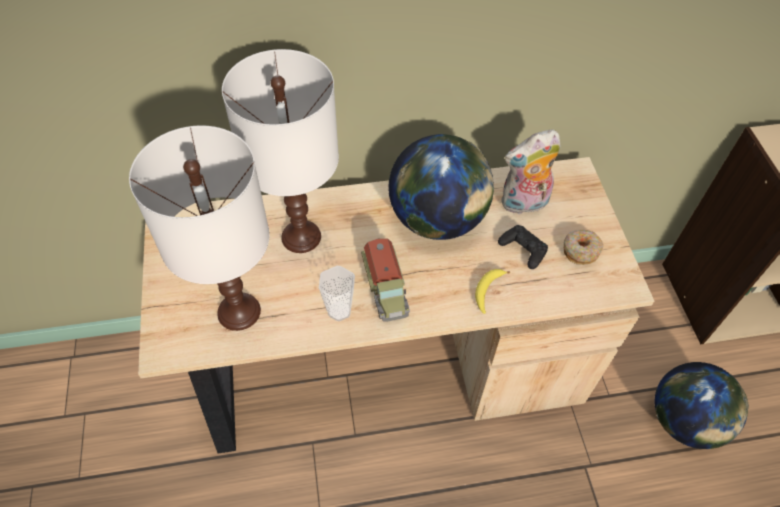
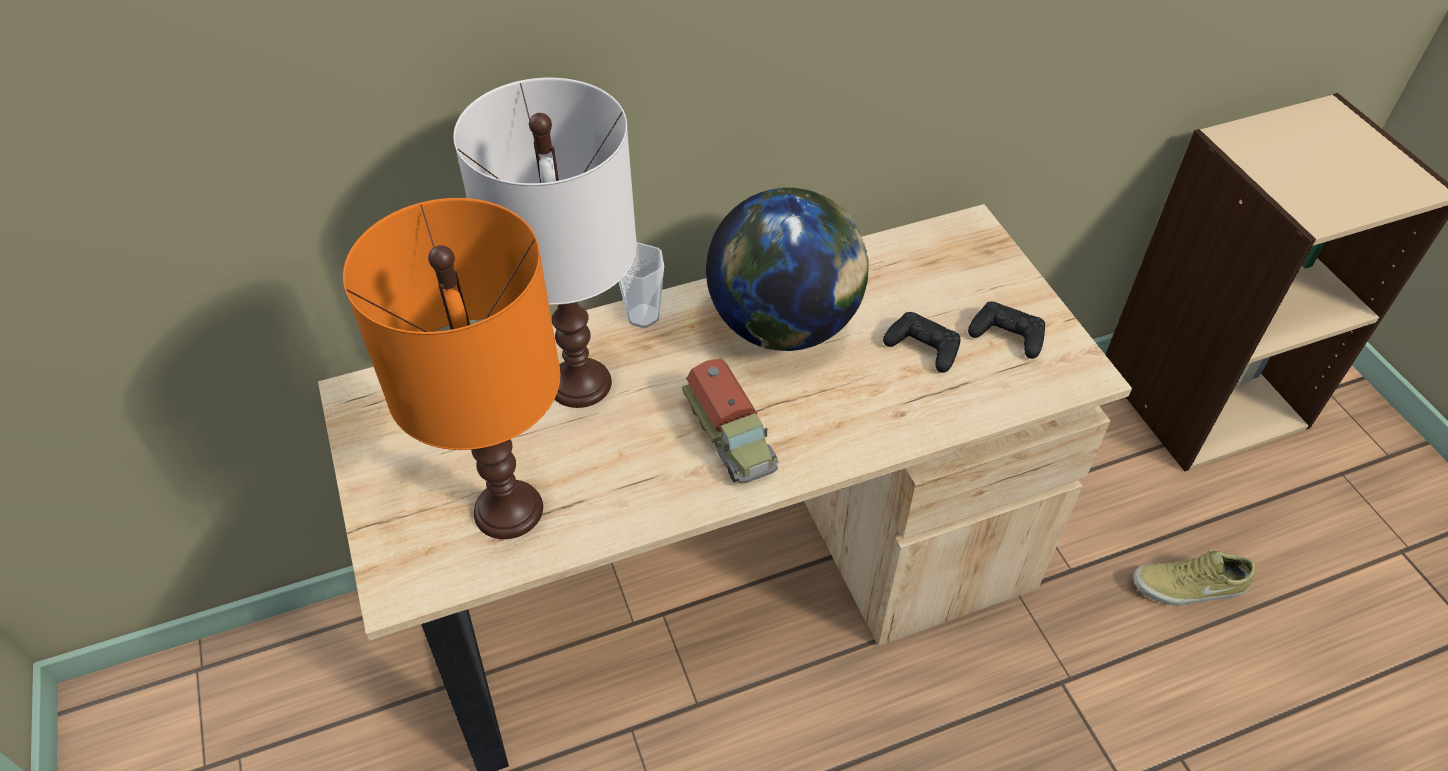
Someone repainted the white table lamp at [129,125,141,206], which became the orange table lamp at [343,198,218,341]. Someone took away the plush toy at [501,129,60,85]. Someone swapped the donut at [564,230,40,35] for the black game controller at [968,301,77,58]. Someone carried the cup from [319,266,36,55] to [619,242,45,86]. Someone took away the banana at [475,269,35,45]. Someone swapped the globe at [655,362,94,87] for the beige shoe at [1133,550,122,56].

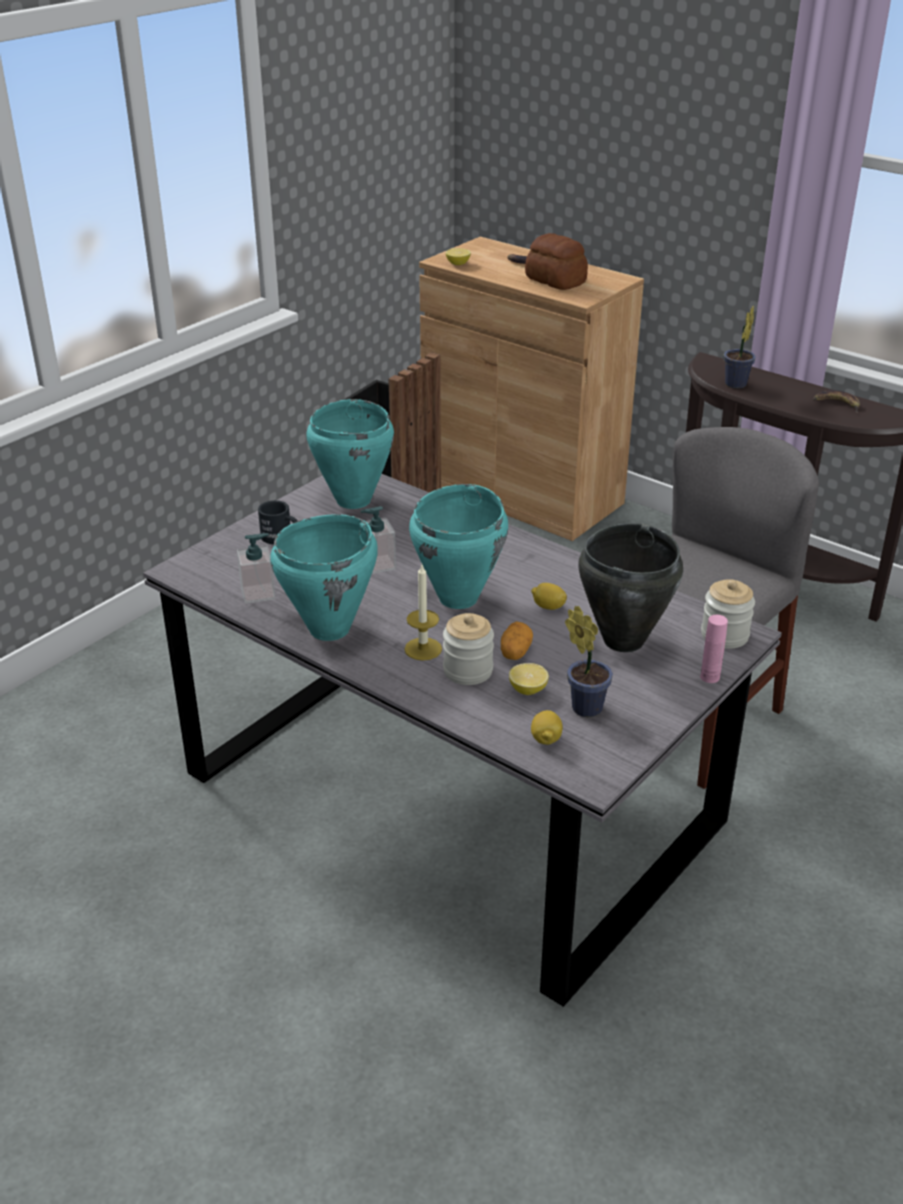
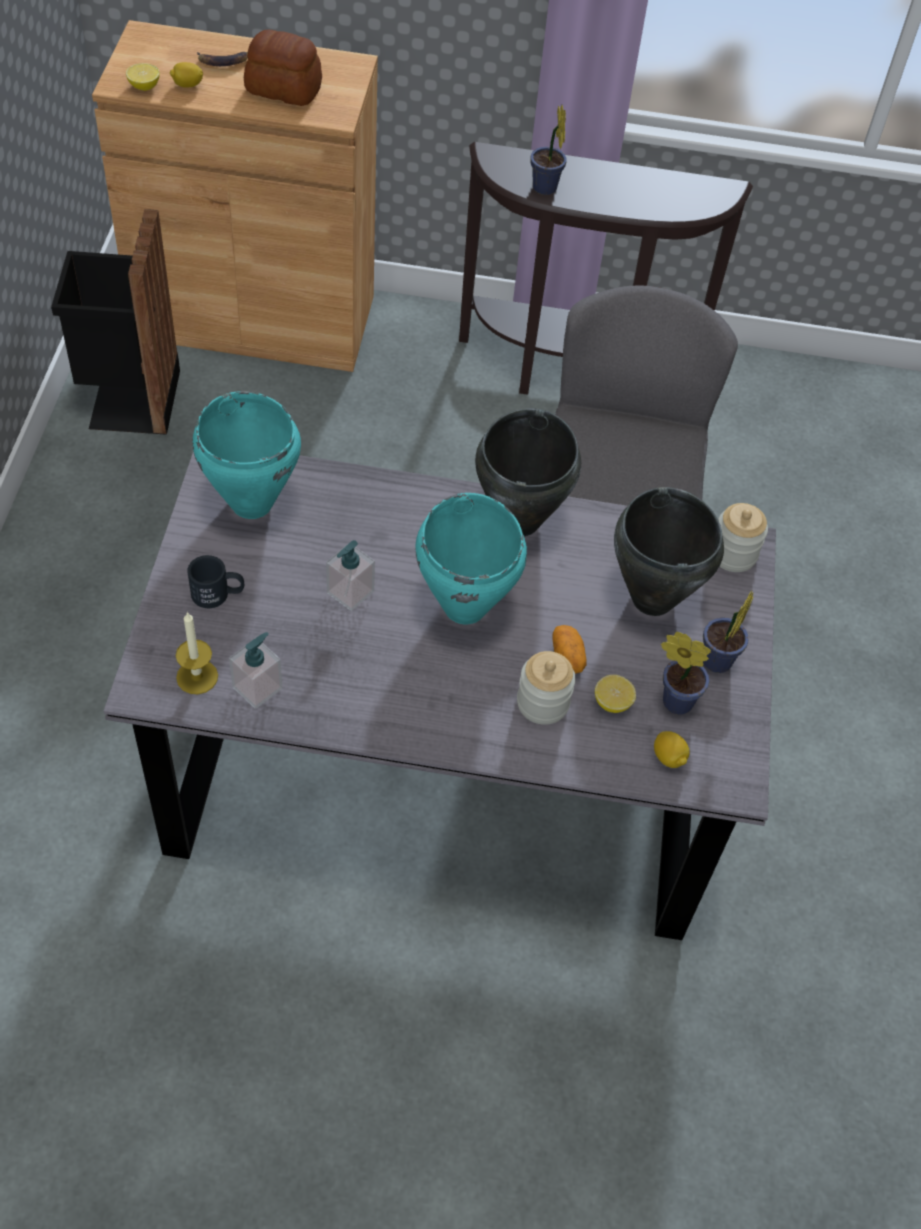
Someone took away the banana at [813,390,47,23]. Someone took away the turquoise cooking pot at [270,514,108,127]. Someone carried the candle from [404,565,38,96] to [176,612,42,82]. Someone carried the lemon from [531,583,36,27] to [170,62,33,26]. Someone took away the pink bottle at [700,615,28,68]. Someone put down the black cooking pot at [475,408,106,128]. Someone put down the potted plant at [703,591,50,82].

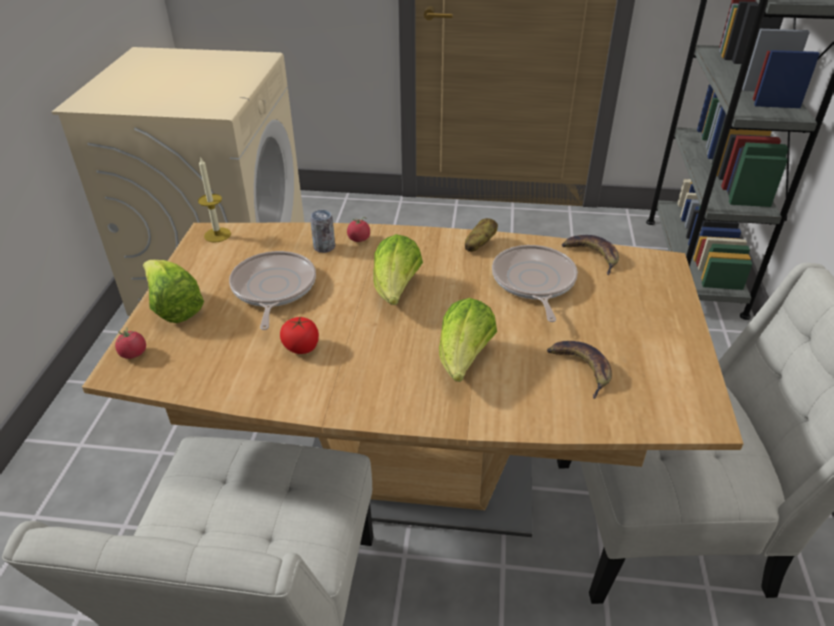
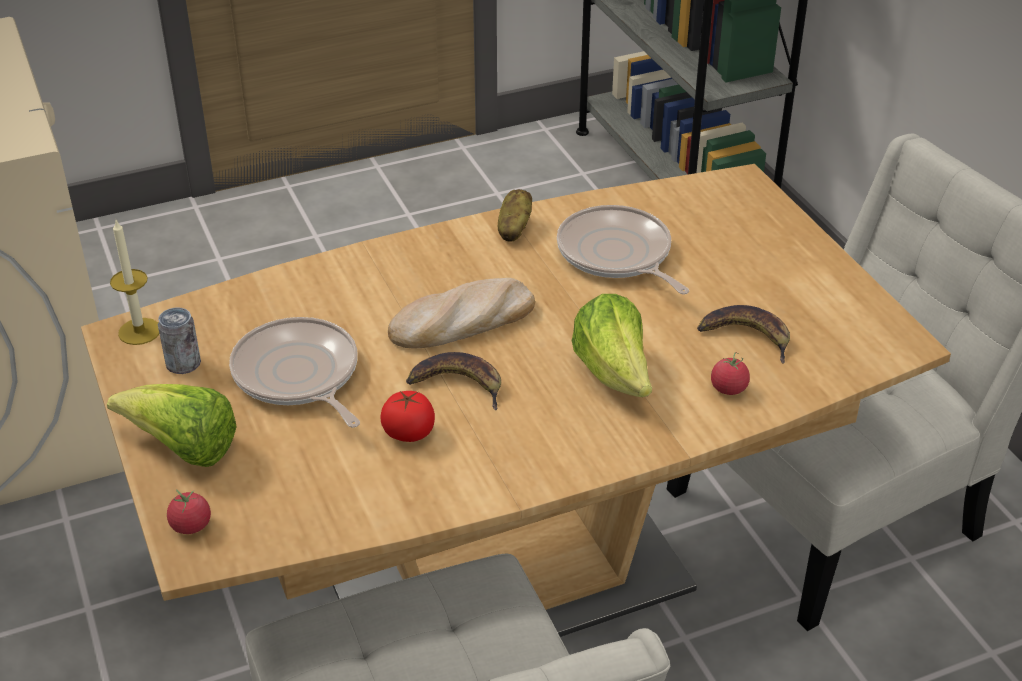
Someone carried the can from [310,210,25,43] to [158,307,43,67]. Someone carried the tomato from [347,217,23,25] to [711,352,39,43]. Someone swapped the lettuce at [373,234,50,71] for the bread at [388,278,147,71]. Someone carried the banana from [562,235,57,40] to [406,352,95,58].

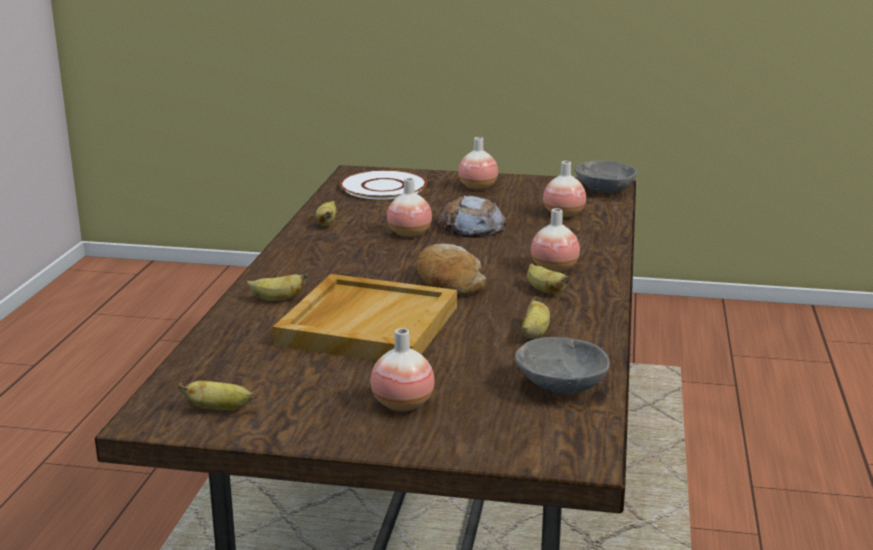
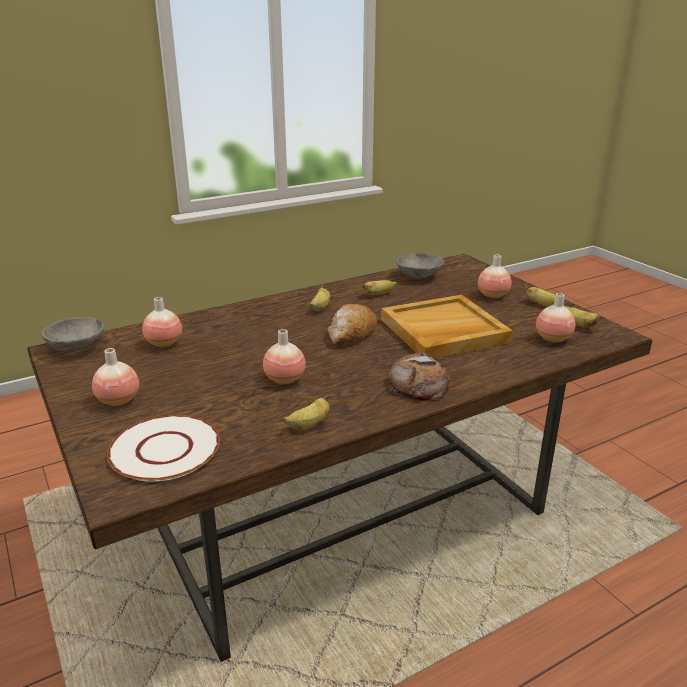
Someone carried the bread from [437,195,69,43] to [389,353,61,47]. Someone carried the vase from [531,208,49,65] to [536,293,40,50]. Someone carried the banana from [246,273,62,28] to [525,285,31,22].

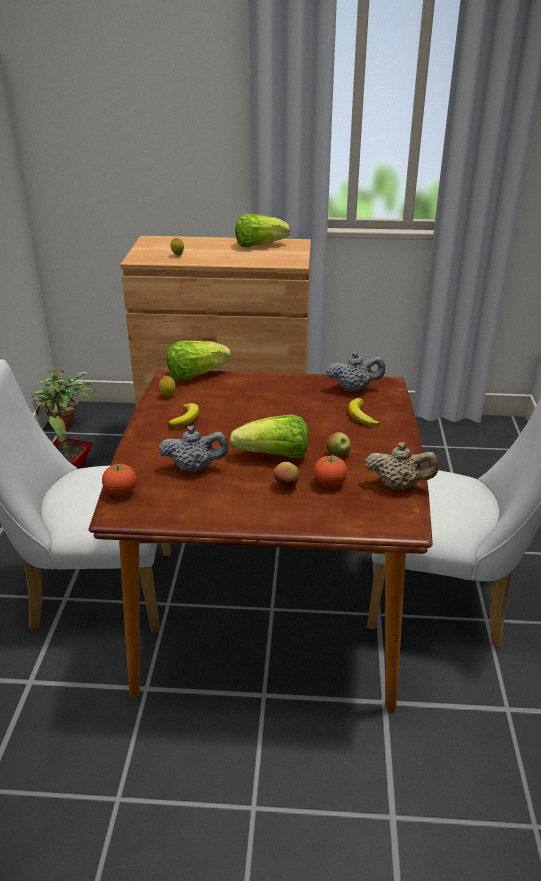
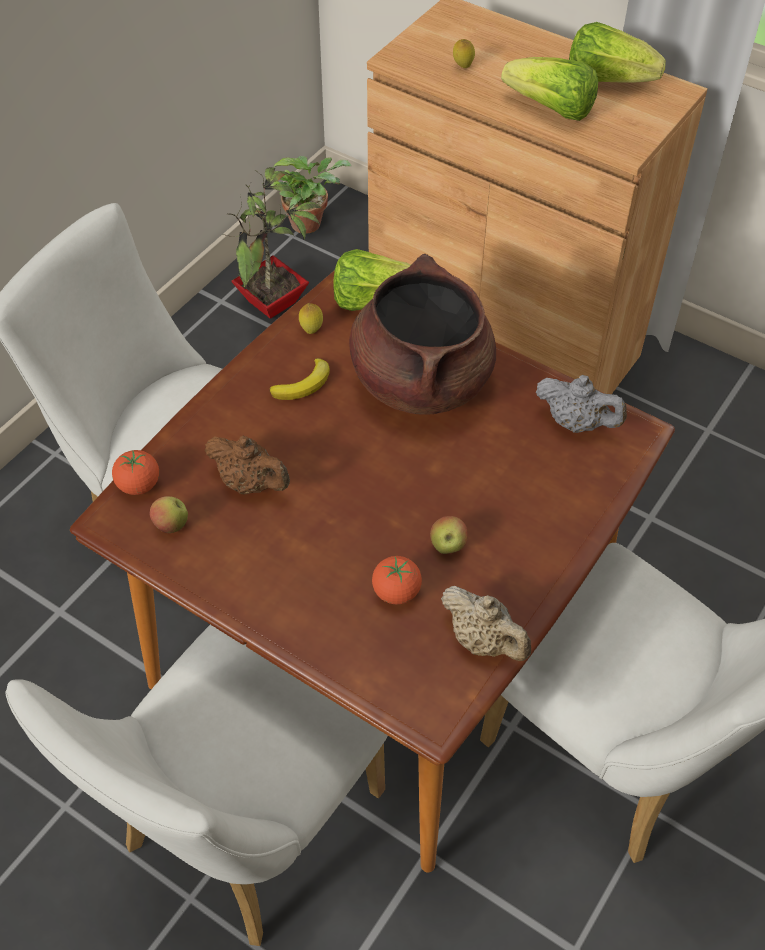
Someone took away the banana at [348,398,32,28]. Someone carried the lettuce from [230,414,78,44] to [501,57,97,64]. Someone repainted the grey teapot at [159,426,70,46], which became the brown teapot at [205,436,85,58]. Someone carried the apple from [273,462,26,26] to [149,496,39,37]. Someone put down the brown cooking pot at [349,254,147,161]. Someone put down the white chair at [5,625,383,321].

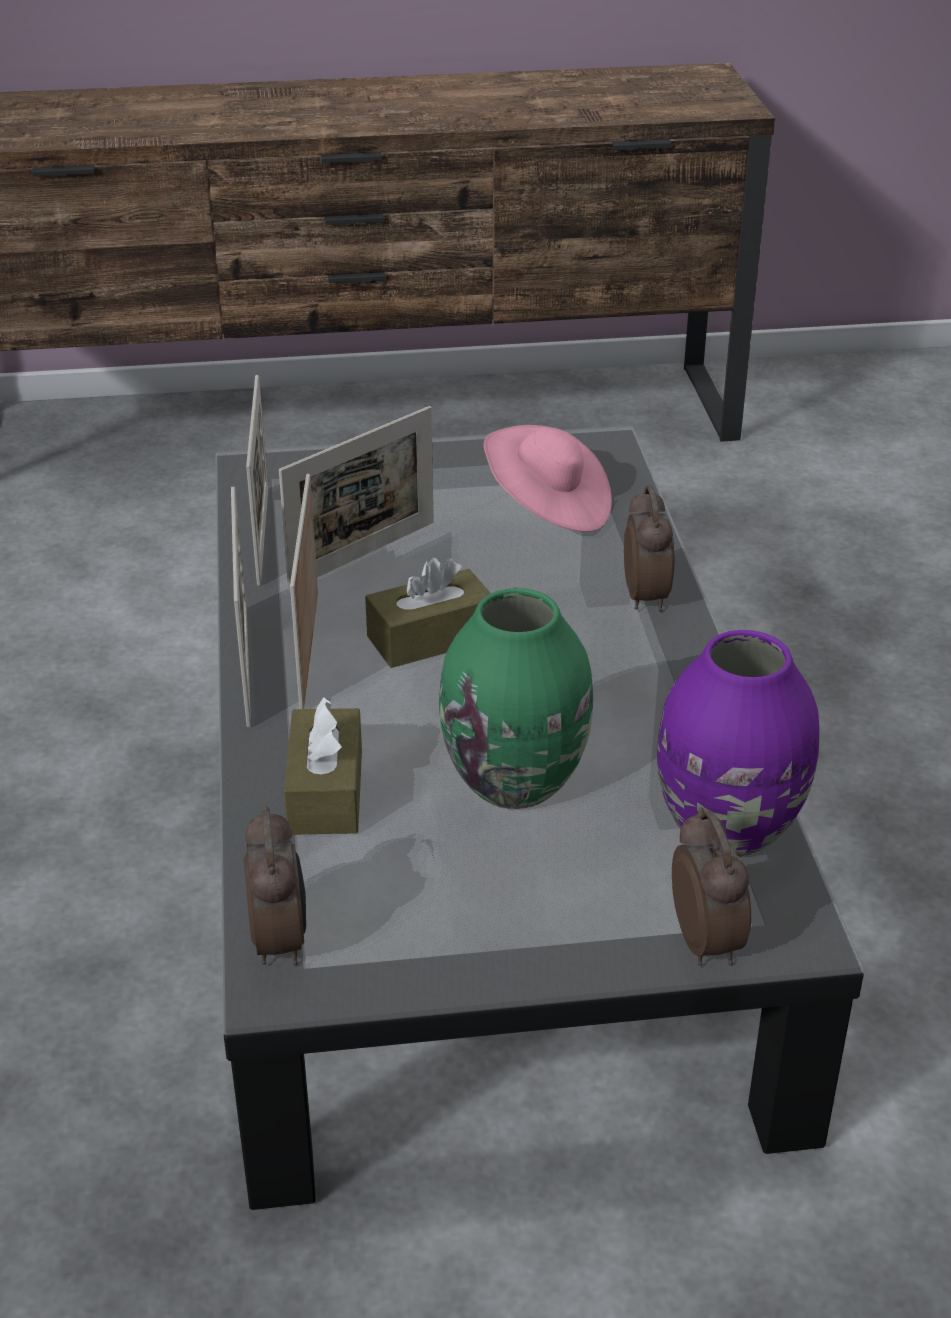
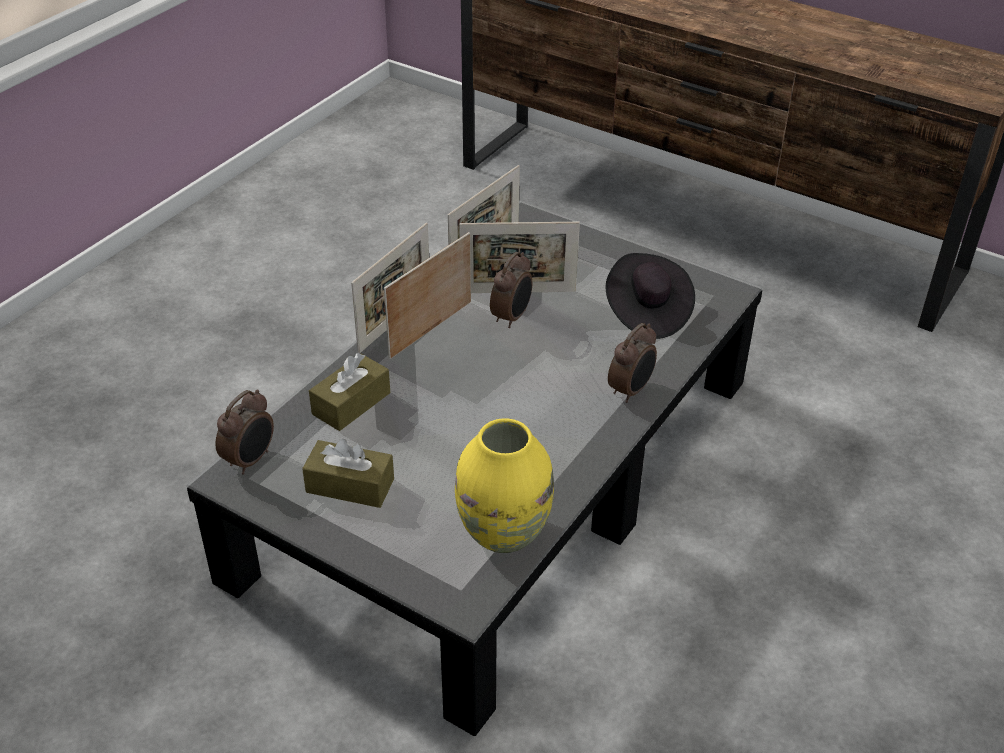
Someone repainted the pink hat at [484,425,128,107], which became the black hat at [605,253,90,86]. Someone carried the brown tissue box from [365,557,126,111] to [302,439,92,69]. Someone took away the green vase at [439,588,154,221]. Someone repainted the purple vase at [657,630,162,227], which became the yellow vase at [455,418,99,135]. Someone carried the alarm clock from [672,807,79,159] to [490,252,42,76].

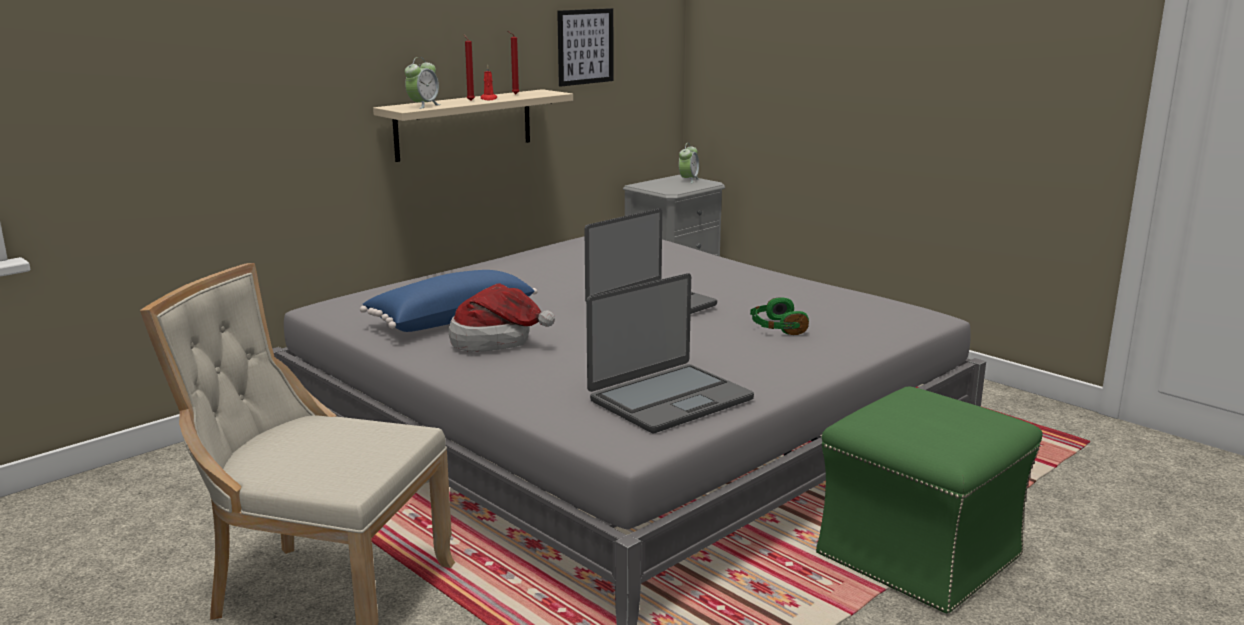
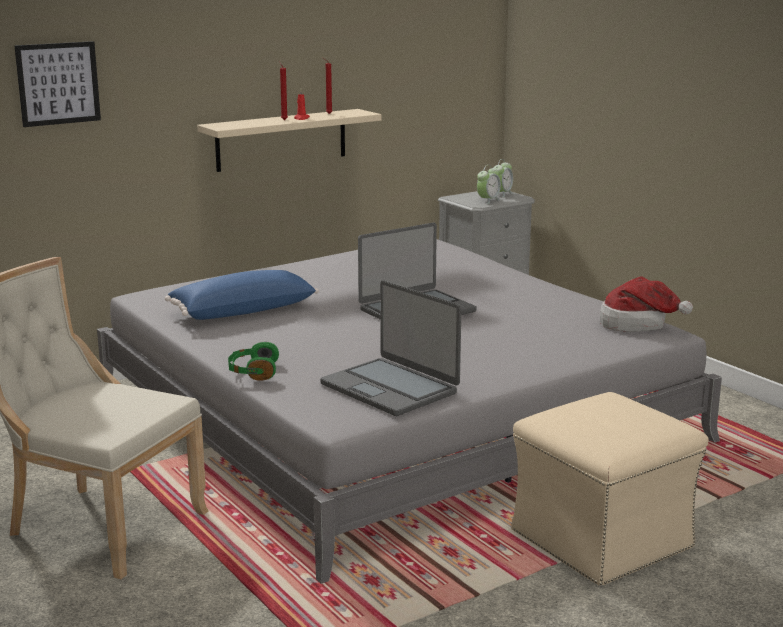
Someone carried the picture from [557,8,56,79] to [14,41,87,86]. Someone carried the alarm clock from [405,57,36,52] to [477,165,24,39]. Someone rotated the laptop at [586,273,168,160] by 75 degrees clockwise. Someone carried the hat from [449,283,106,69] to [600,276,93,56]. Someone carried the green headphones from [750,297,59,38] to [228,342,51,39]. Someone repainted the green ottoman at [816,386,226,228], which became the beige ottoman at [511,392,197,194].

